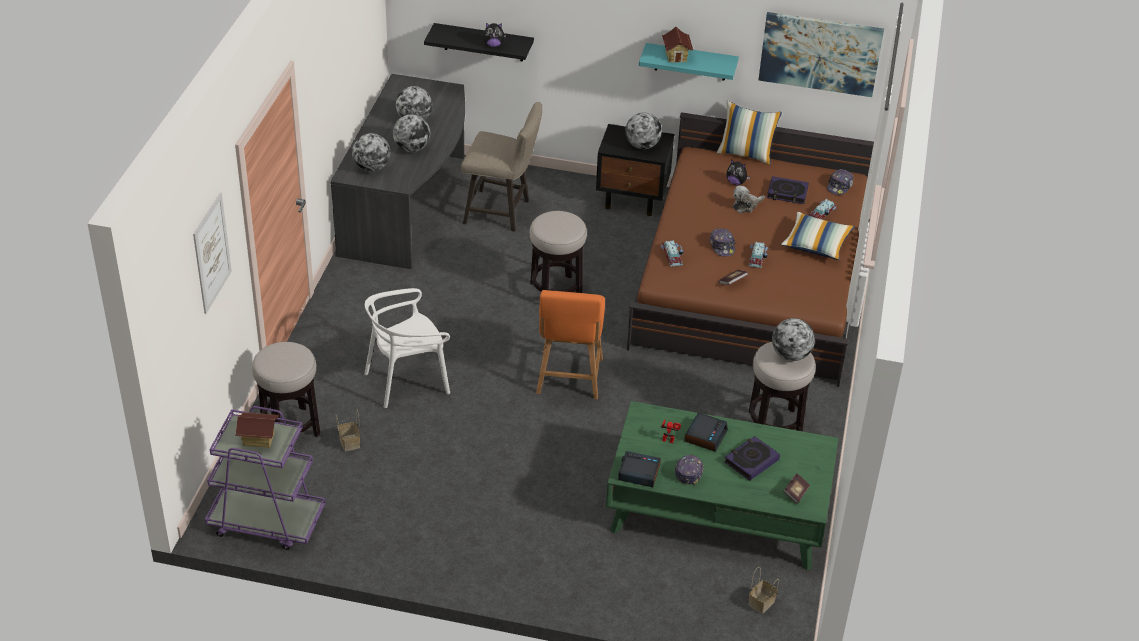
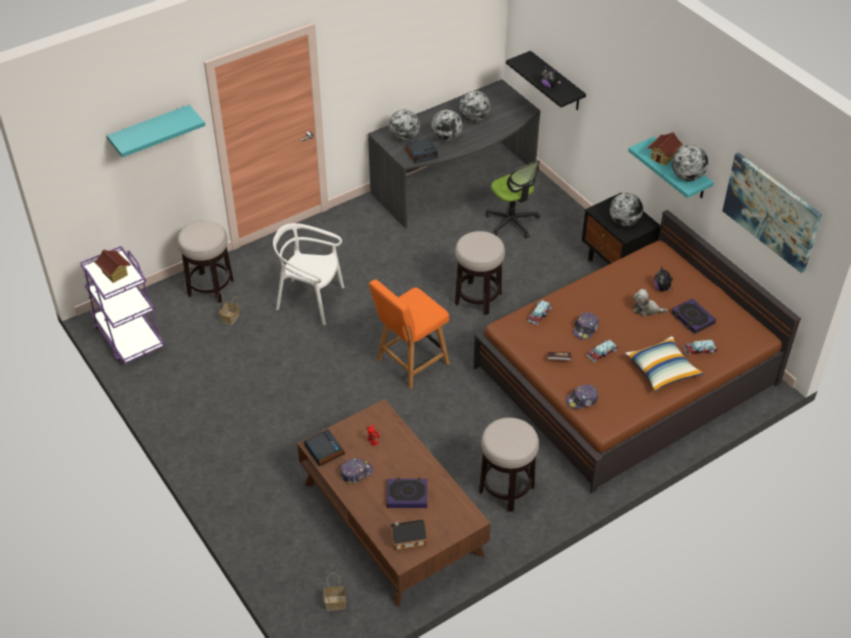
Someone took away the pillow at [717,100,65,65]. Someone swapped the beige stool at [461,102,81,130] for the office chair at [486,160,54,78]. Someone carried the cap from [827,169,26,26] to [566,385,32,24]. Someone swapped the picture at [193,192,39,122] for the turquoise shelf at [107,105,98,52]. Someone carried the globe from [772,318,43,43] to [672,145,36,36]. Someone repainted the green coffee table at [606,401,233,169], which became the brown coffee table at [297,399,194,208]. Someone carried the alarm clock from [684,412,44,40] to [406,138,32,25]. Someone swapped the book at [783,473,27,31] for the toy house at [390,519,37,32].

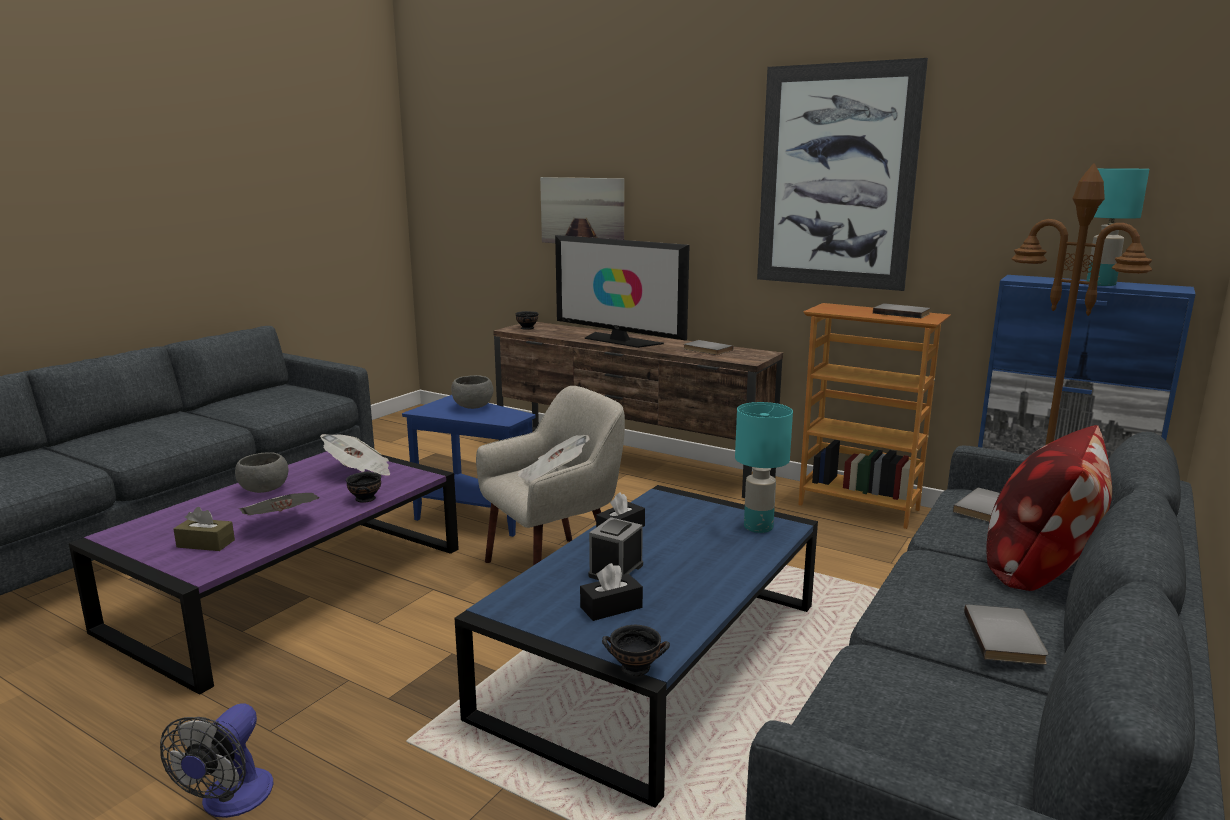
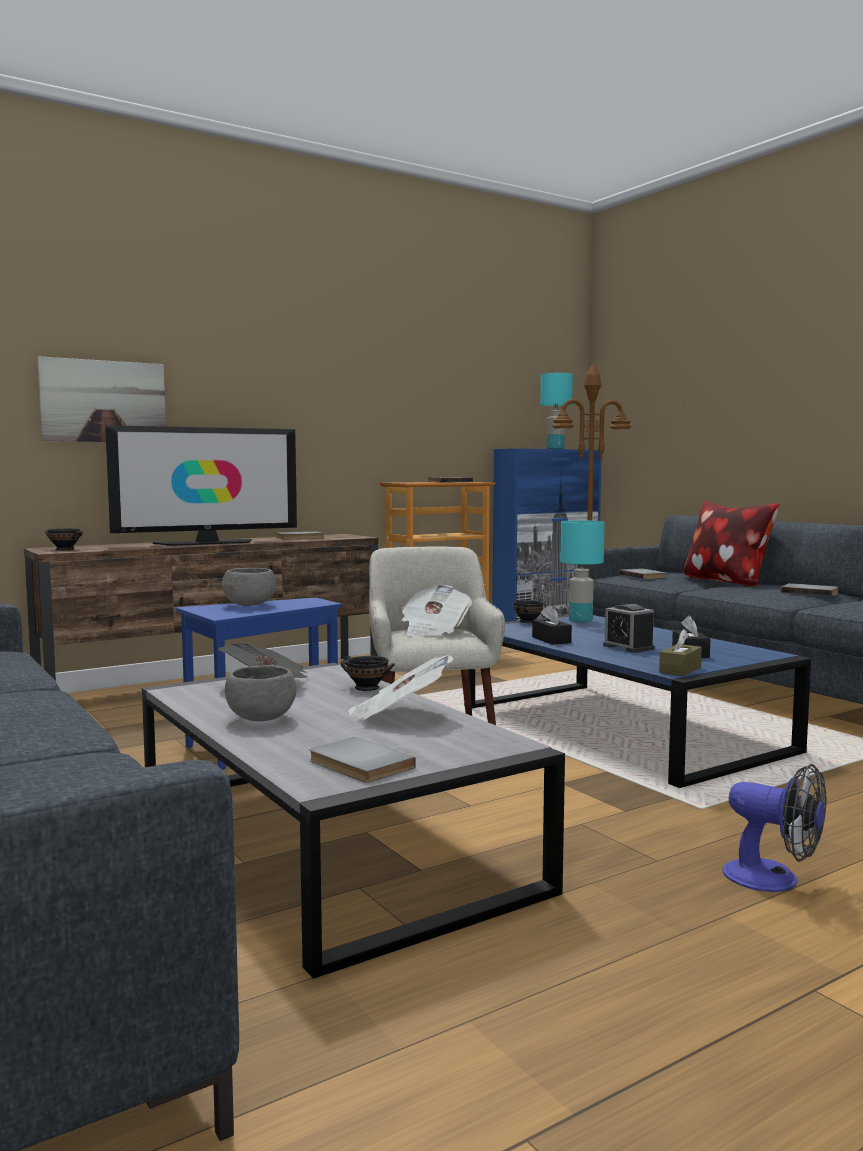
Someone took away the picture at [757,58,171,233]. Someone repainted the purple coffee table at [69,451,390,244], which became the grey coffee table at [142,663,423,316]. Someone carried the brown tissue box from [173,507,62,44] to [659,629,43,47]. Someone carried the black bowl from [602,625,68,51] to [514,600,29,23]. Someone put down the grey book at [309,737,107,46].

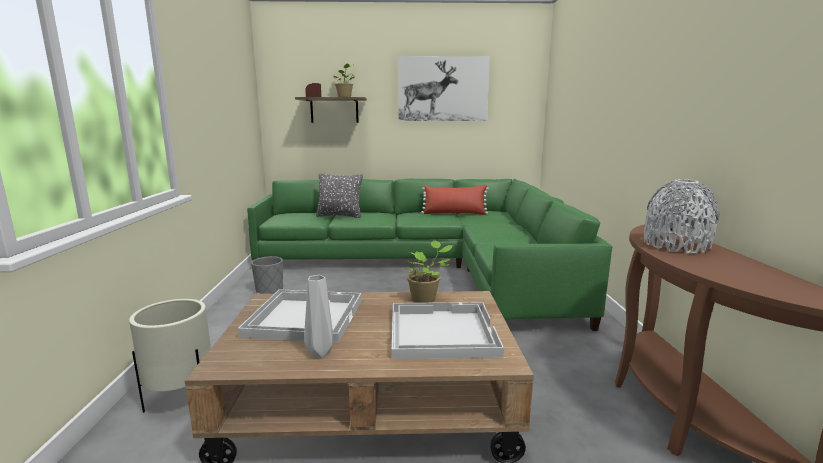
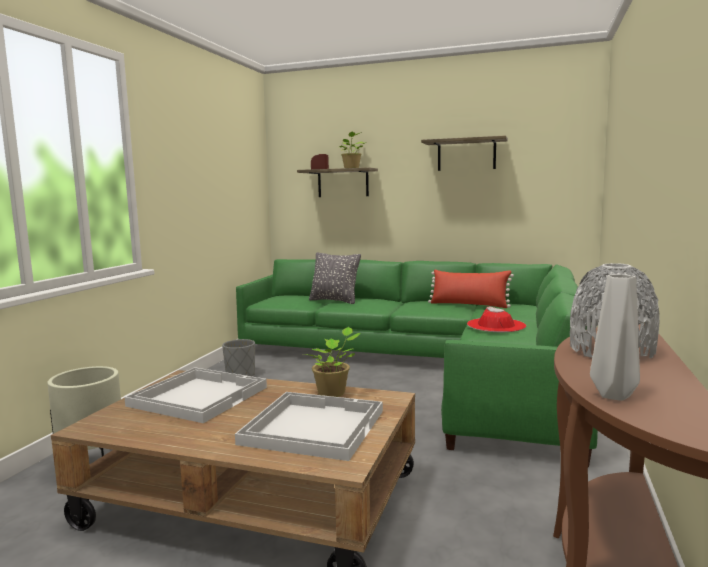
Someone swapped the picture at [398,56,92,65] for the shelf at [421,136,87,35]. Someone carried the grey vase from [304,275,29,83] to [590,274,50,127]. Someone put down the red hat at [467,306,59,26].

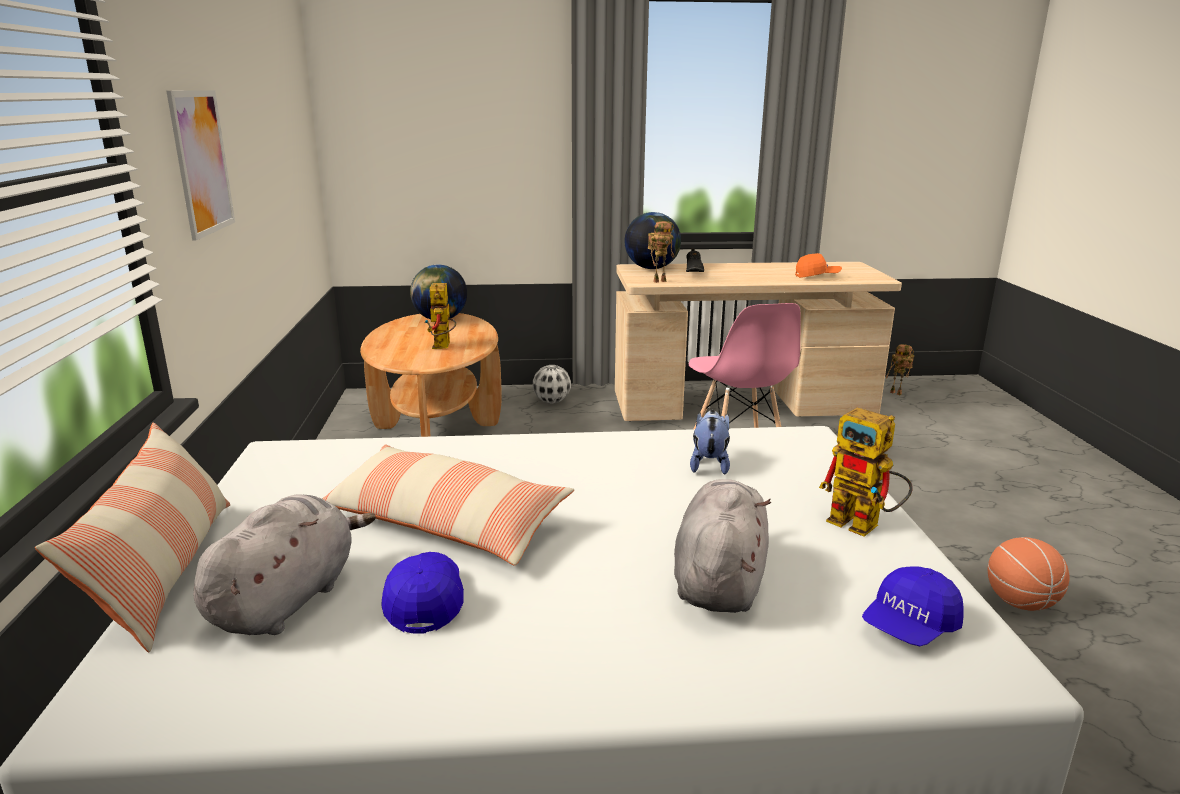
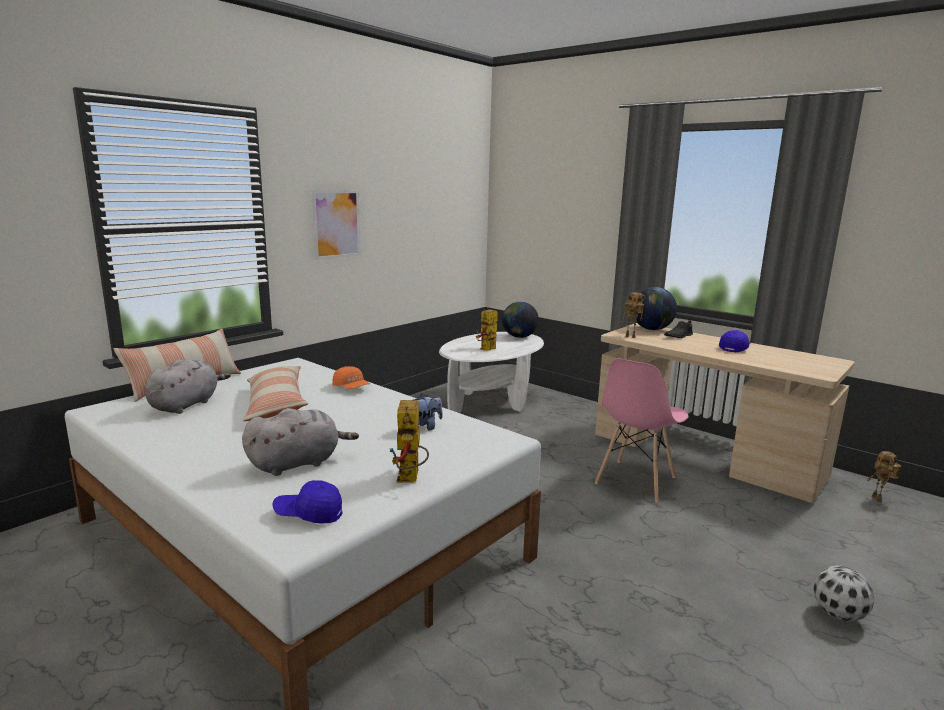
Someone carried the orange cap from [795,253,47,25] to [332,366,38,23]. Someone repainted the brown coffee table at [360,313,142,124], which became the white coffee table at [439,332,105,81]. Someone carried the football from [533,365,38,39] to [813,565,62,57]. Someone rotated the grey plush toy at [193,494,183,141] by 45 degrees counterclockwise. Someone took away the basketball at [988,537,81,74]. Someone carried the blue cap from [381,552,83,82] to [719,330,32,23].

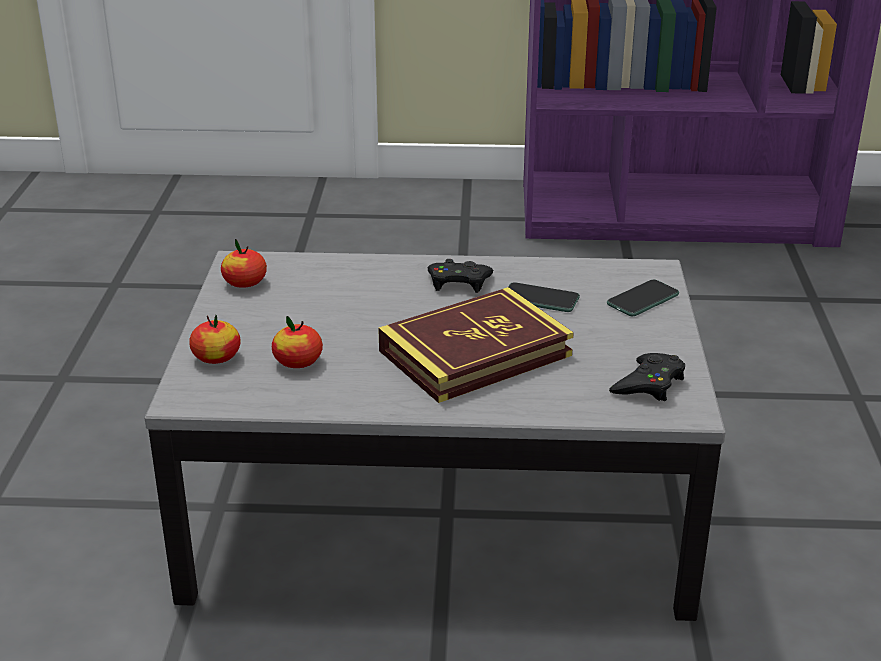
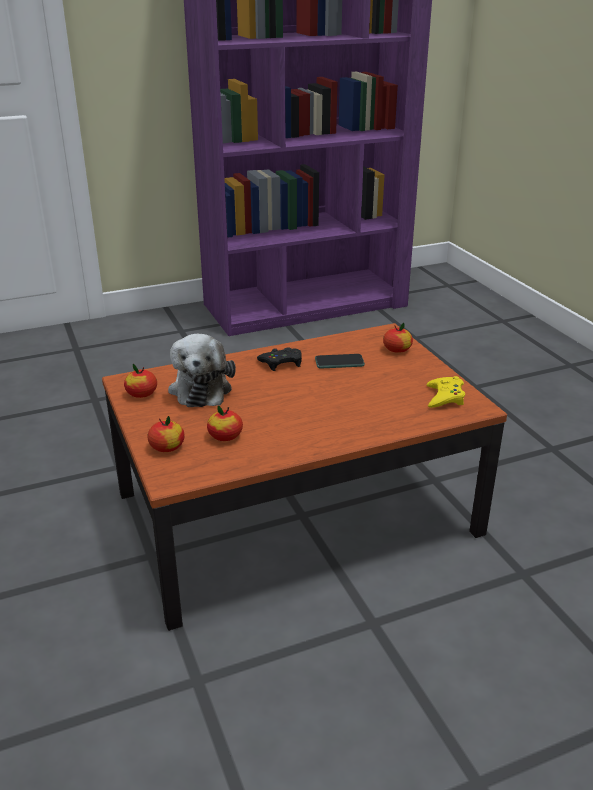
Someone repainted the grey coffee table at [144,251,581,370], which became the brown coffee table at [102,323,405,308]. Someone swapped the phone at [607,279,72,37] for the apple at [383,323,30,30]. Someone took away the book at [378,287,196,116]. Someone repainted the black game controller at [609,353,76,48], which became the yellow game controller at [426,376,39,32]. Someone put down the plush toy at [168,334,68,73].

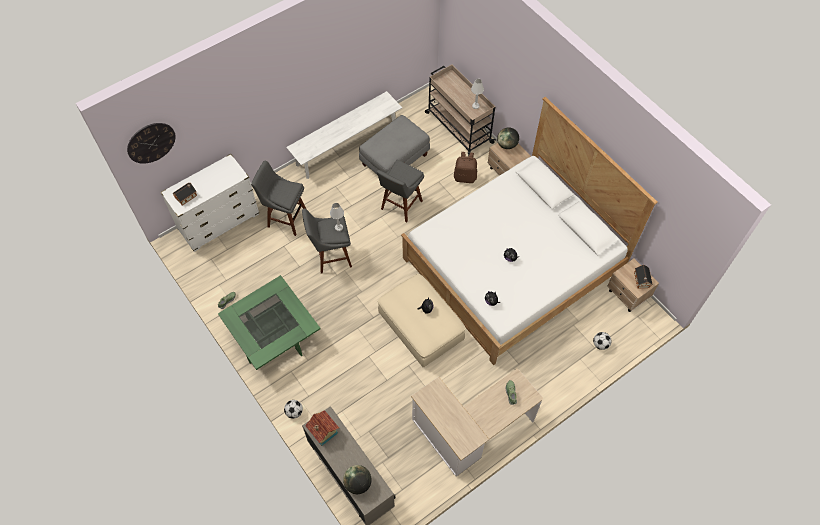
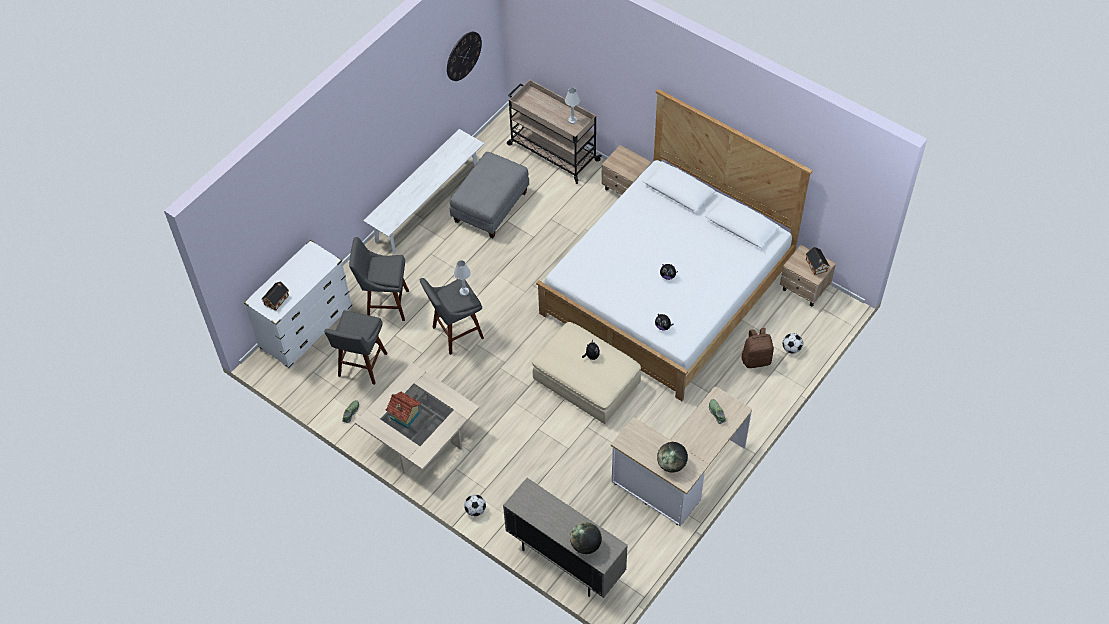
Someone carried the wall clock from [127,123,49,41] to [447,32,35,49]. Someone carried the globe from [497,127,22,22] to [657,442,31,30]. Someone carried the brown backpack from [454,152,23,31] to [741,328,33,40]. Someone carried the grey stool from [377,160,47,63] to [324,310,63,75]. Someone repainted the green coffee table at [218,275,103,95], which became the beige coffee table at [355,363,124,110]. Someone carried the toy house from [305,410,34,36] to [386,392,35,37].

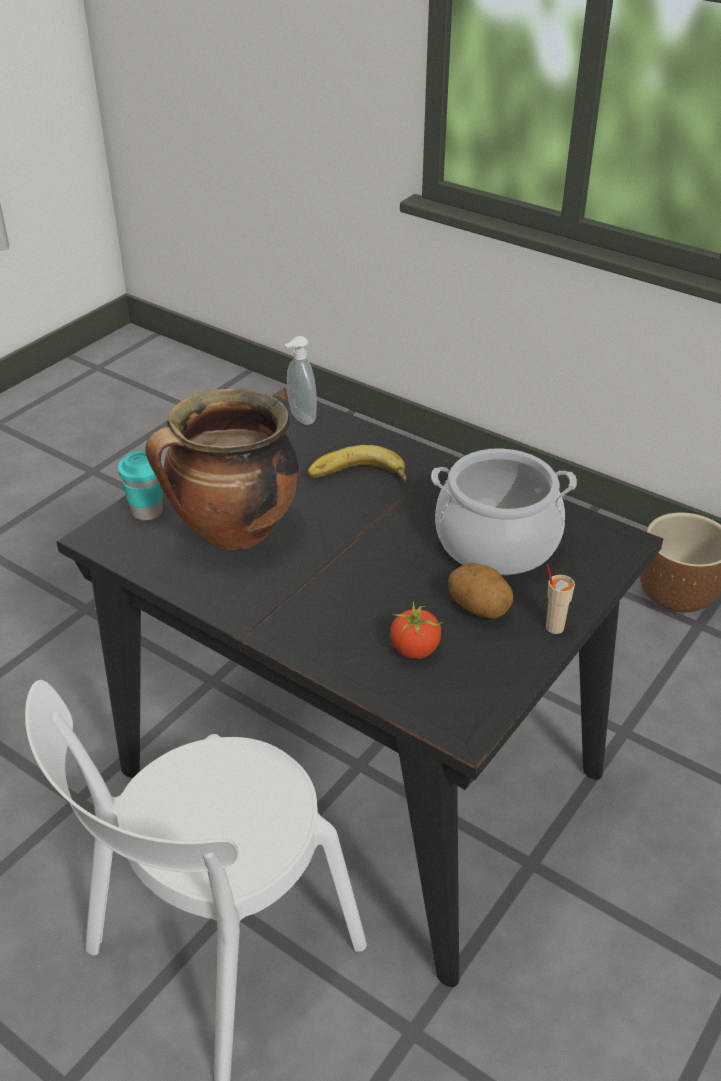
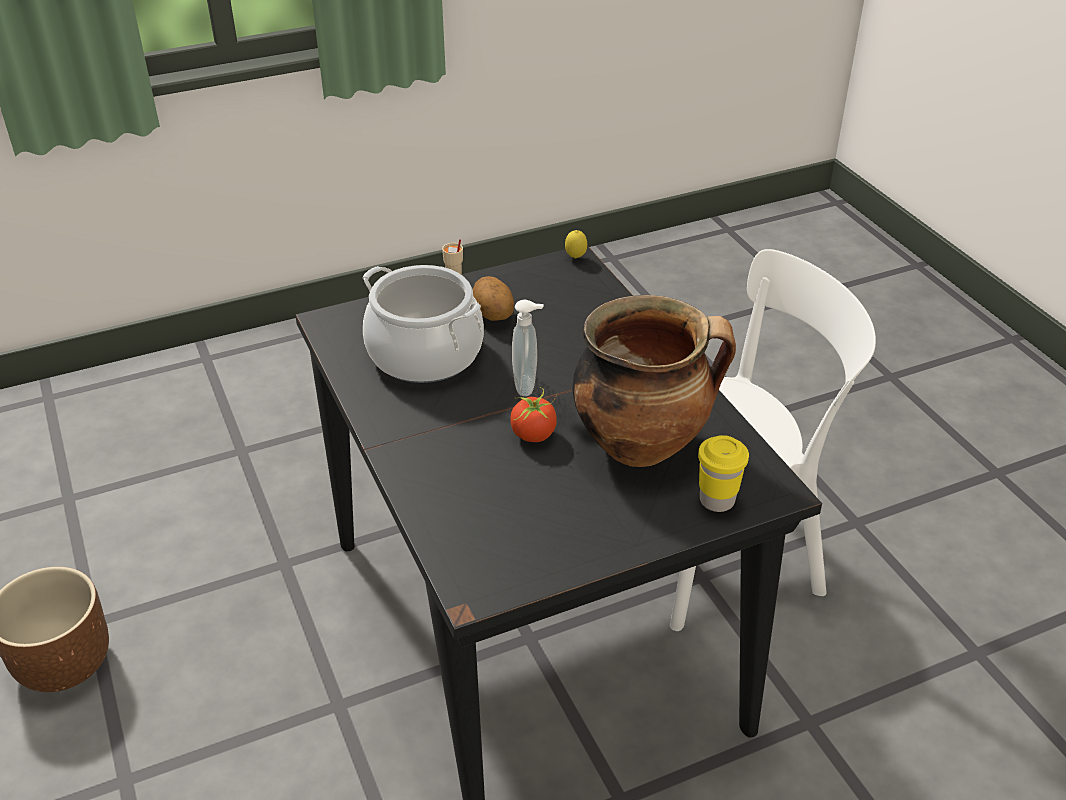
Someone carried the soap dispenser from [284,336,33,89] to [512,300,32,96]. Someone took away the banana at [307,445,100,37]. Someone repainted the turquoise cup at [118,451,45,70], which became the yellow cup at [698,435,51,77]. Someone carried the tomato from [390,601,53,58] to [510,387,48,55]. Someone put down the lemon at [565,230,22,29].

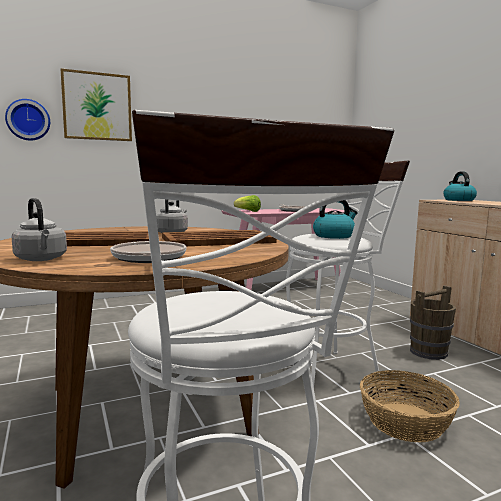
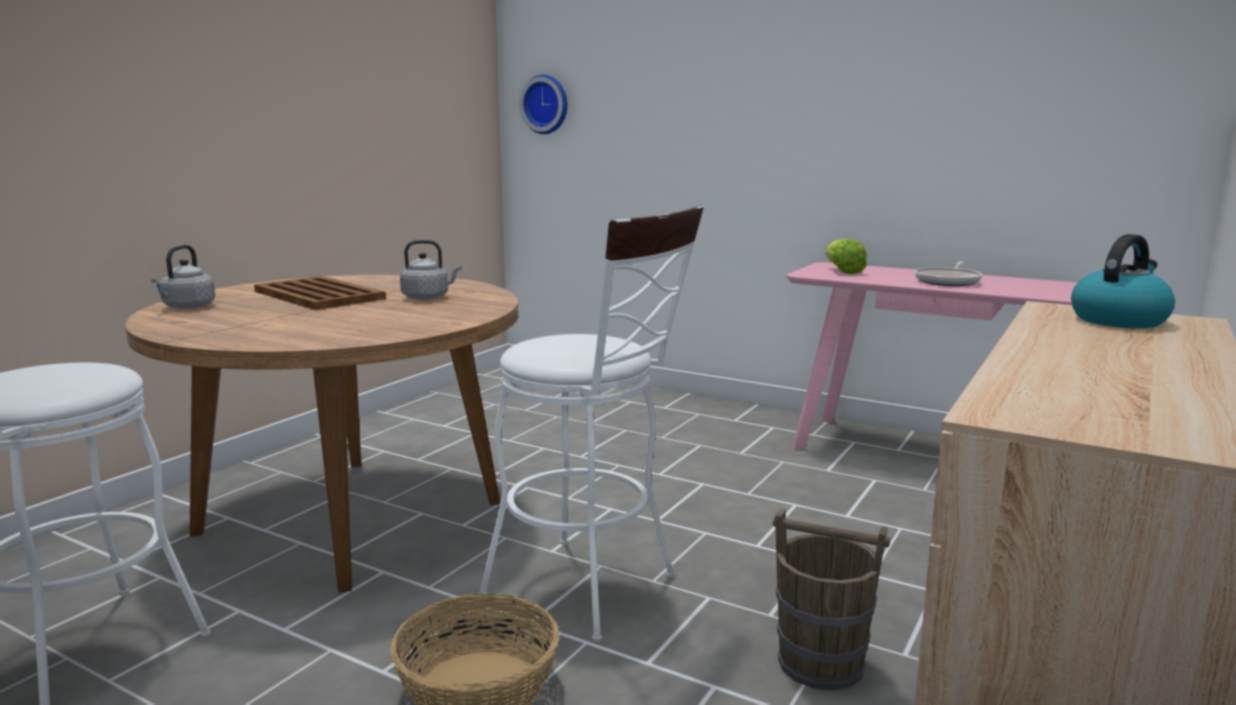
Someone took away the picture at [60,69,72,72]. Someone took away the kettle at [313,200,45,39]. Someone took away the brown tray at [162,230,115,16]. Someone took away the frying pan at [110,241,76,22].

